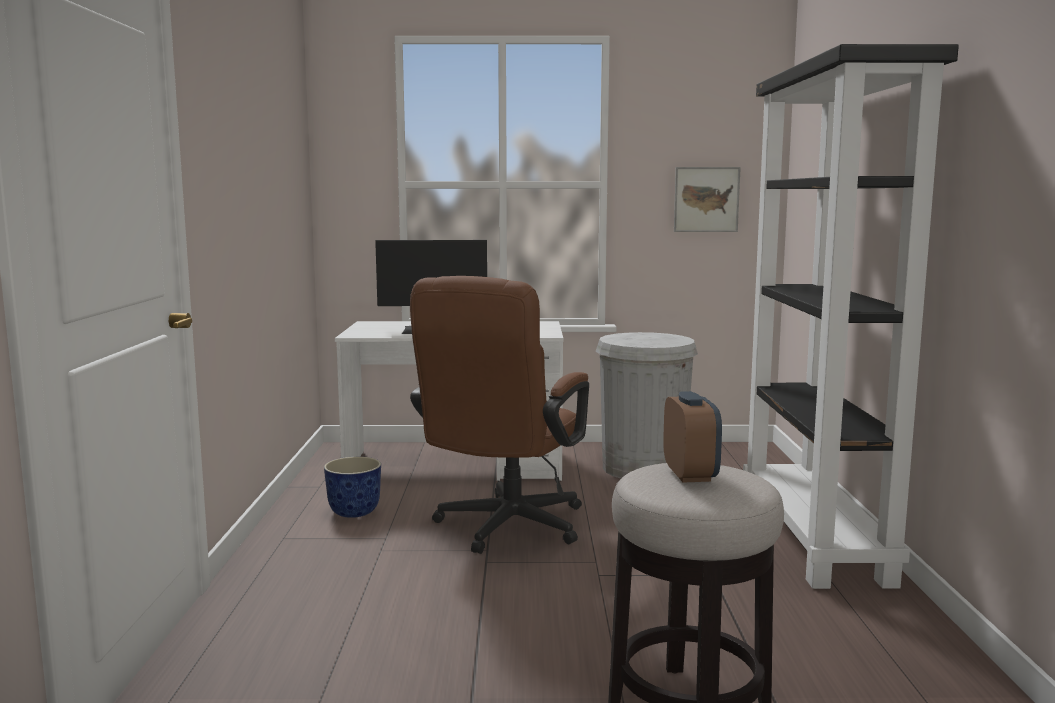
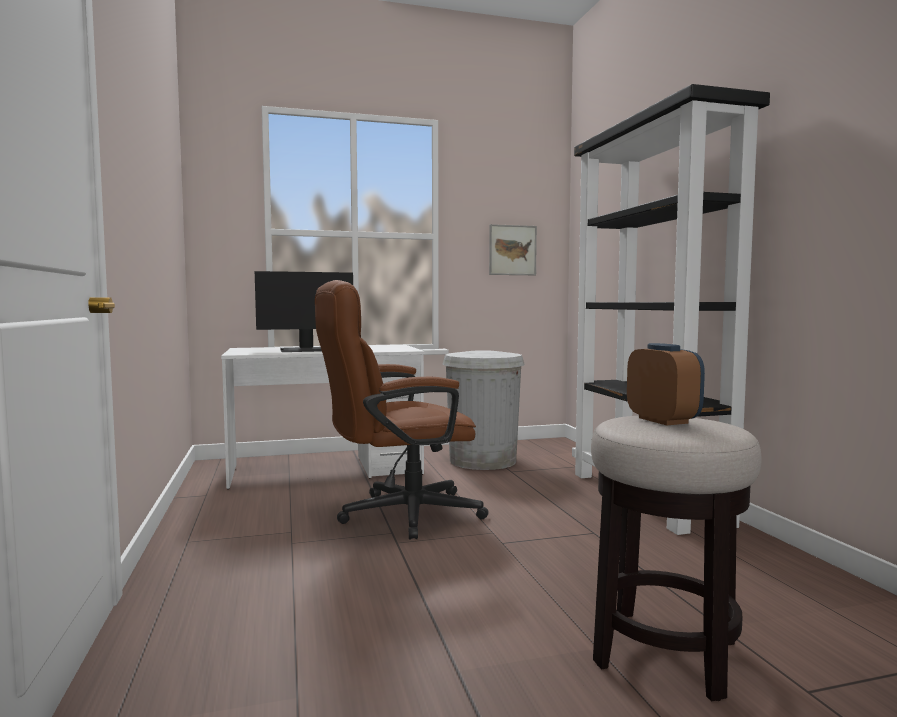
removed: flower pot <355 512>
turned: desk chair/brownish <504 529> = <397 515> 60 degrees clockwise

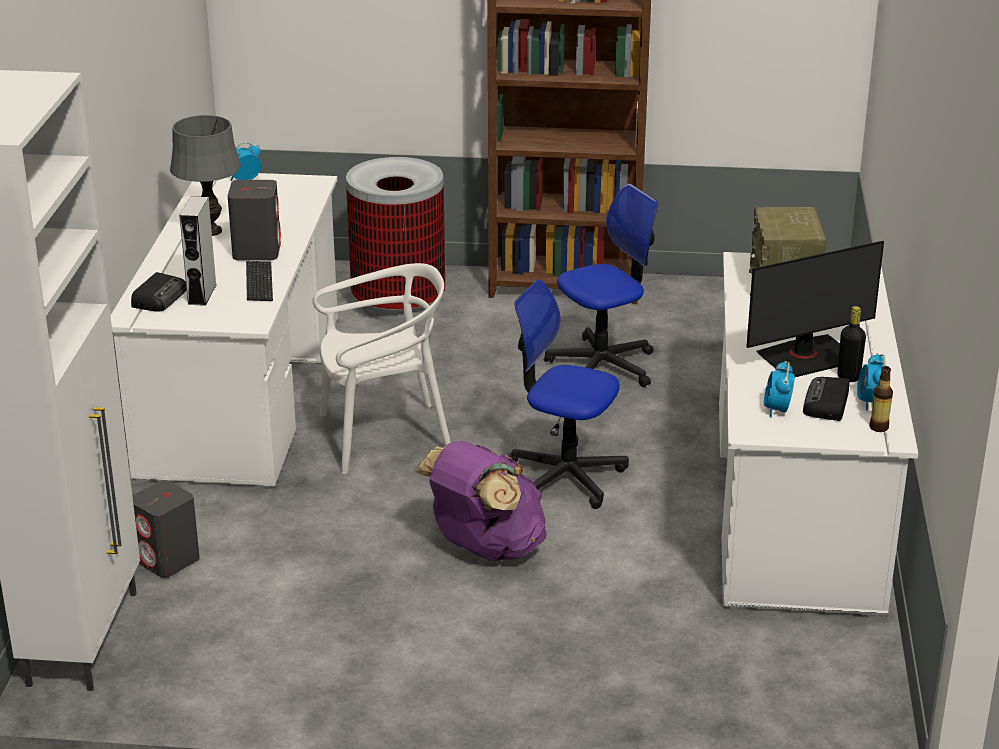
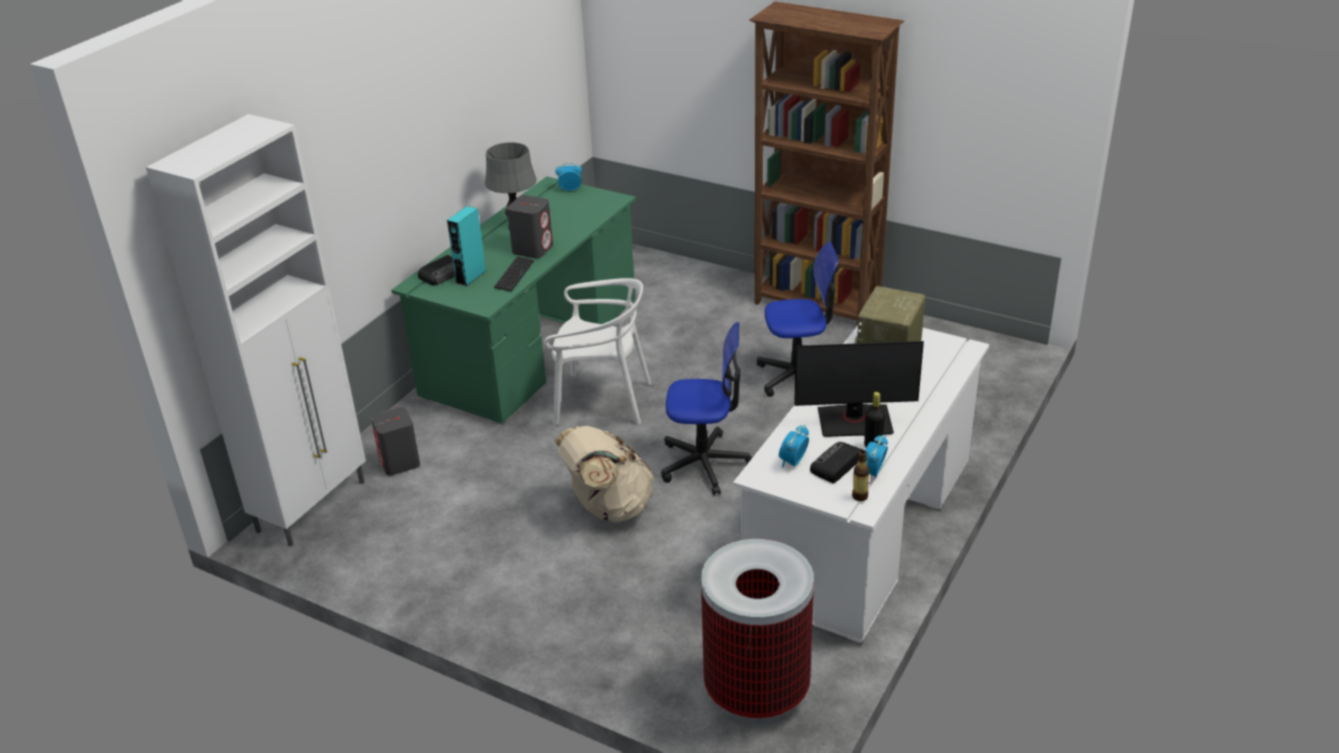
moved: trash can <398 304> to <756 692>
recoloured: desk table/white <241 394> to desk table/greenish <531 347>; loudspeaker/gray <202 294> to loudspeaker/turquoise <471 277>; knapsack/purplish <484 548> to knapsack/beige <608 507>
turned: desk chair <564 477> = <705 463> 135 degrees clockwise

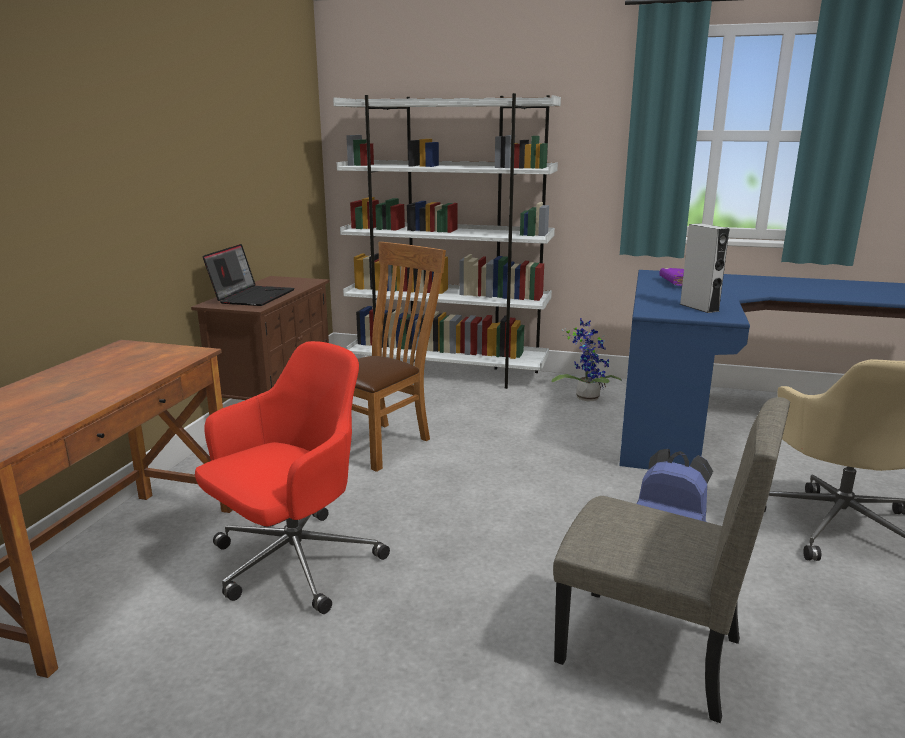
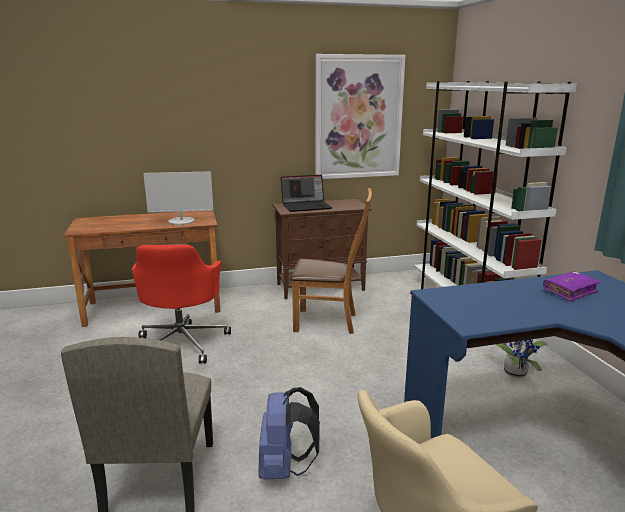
removed: loudspeaker/gray <699 307>
added: computer display <182 221>; wall art <358 117>
turned: desk chair/red <293 564> = <182 343> 75 degrees clockwise

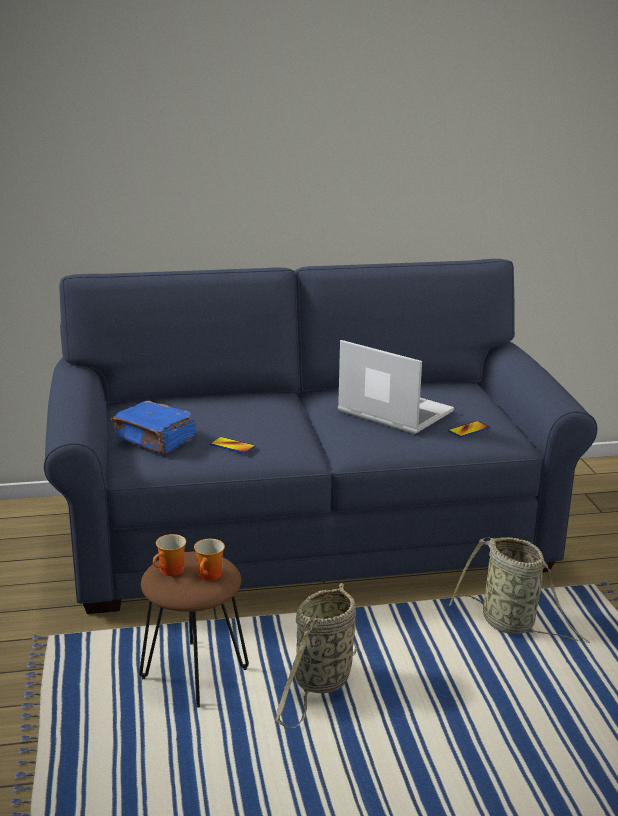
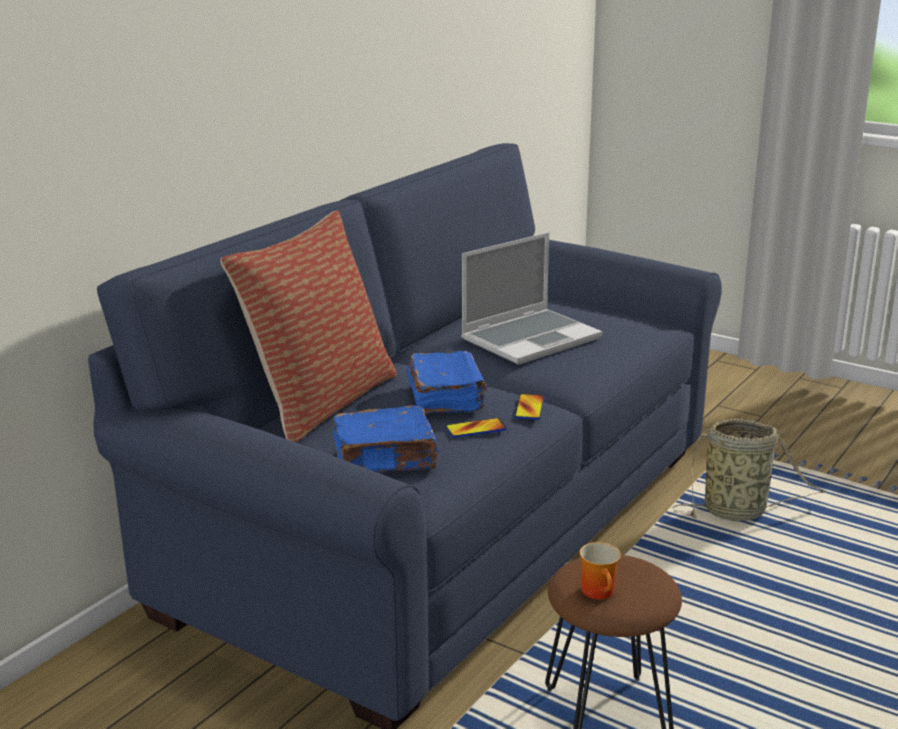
removed: tea mug <210 576>; basket <321 683>
added: throw pillow <320 402>; book/bluish <446 398>
moved: telephone <469 430> to <529 408>
turned: portable computer <393 412> = <531 338> 150 degrees clockwise

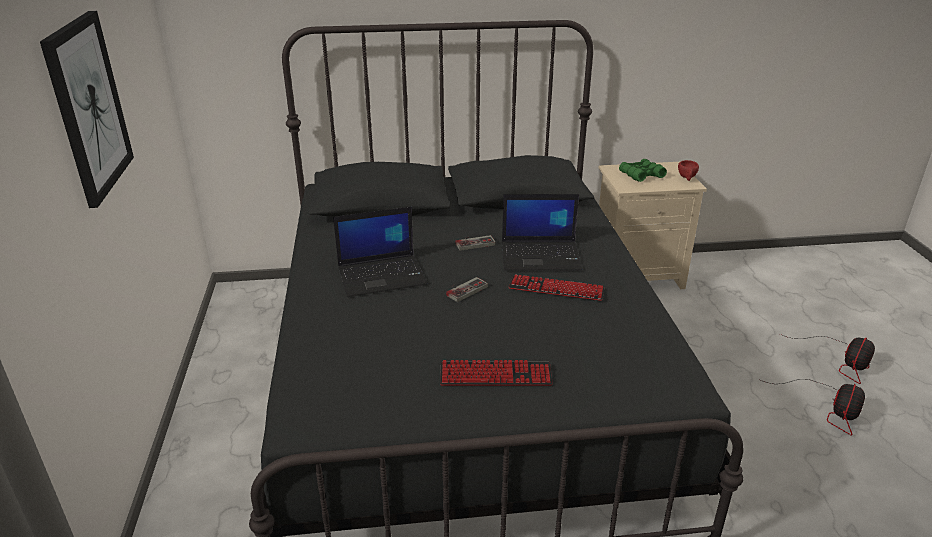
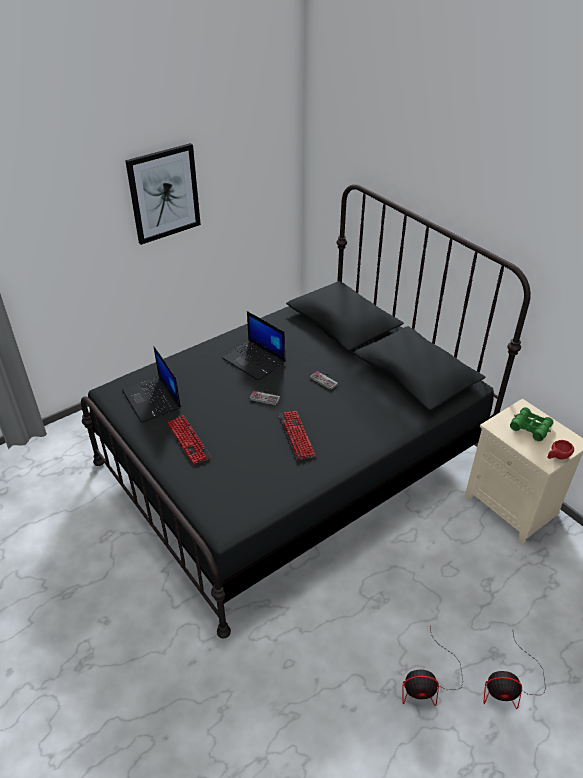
moved: portable computer <541 256> to <152 400>

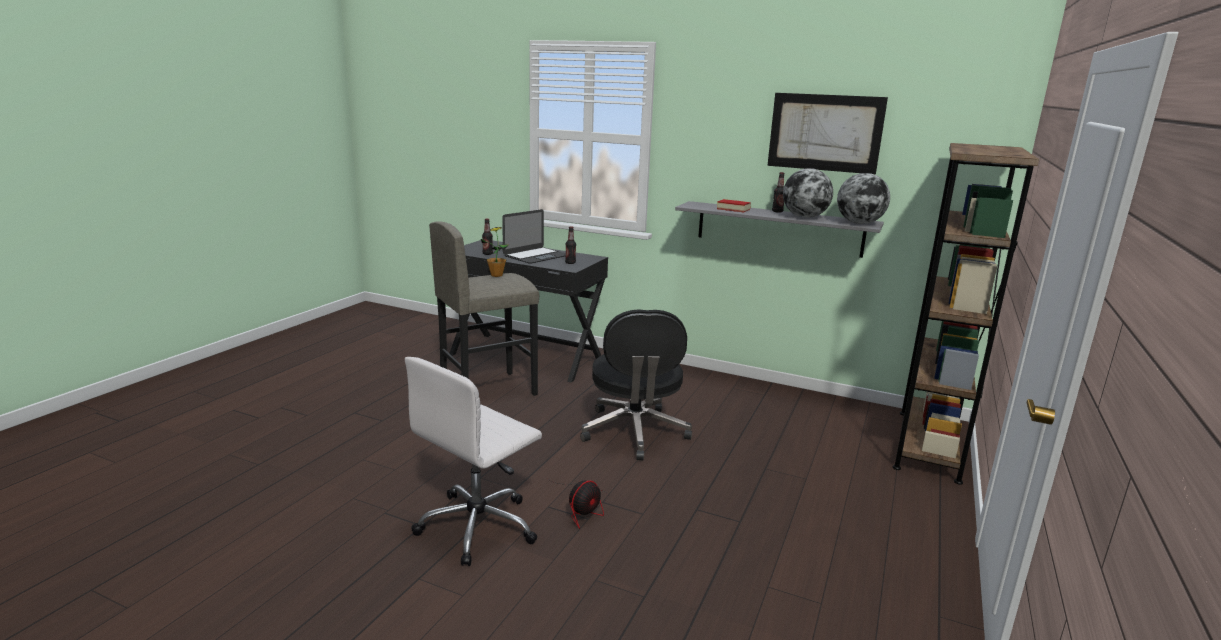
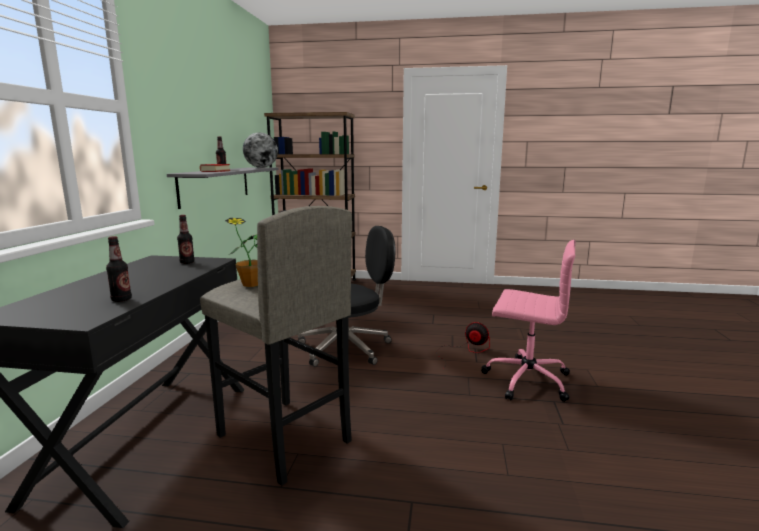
removed: portable computer <536 256>; wall art <825 132>; desk globe <804 217>
recoloured: desk chair/white <479 526> to desk chair/pink-coloured <525 379>

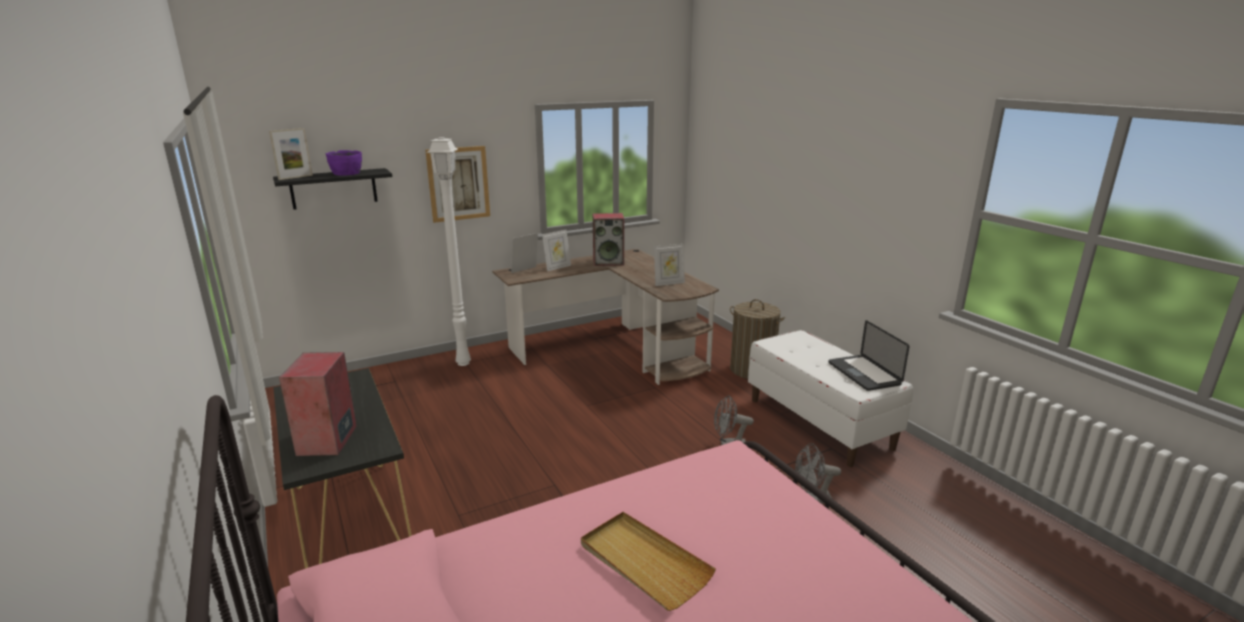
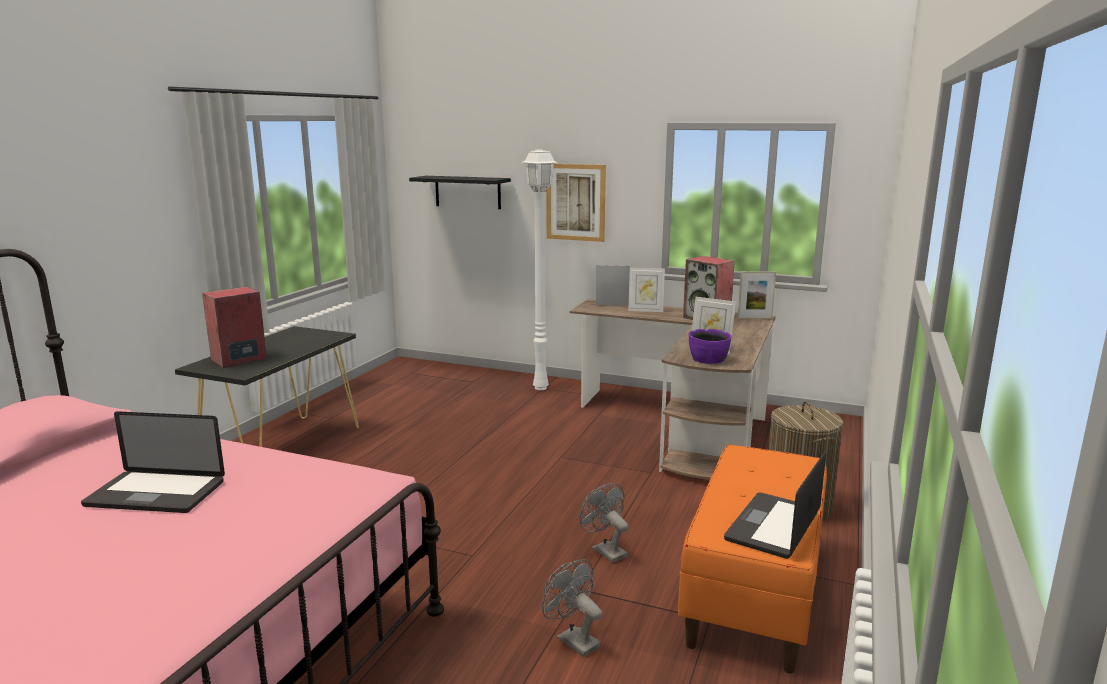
moved: deep dish/purplish <347 173> to <708 359>; photo frame <295 177> to <754 318>
replaced: tray/beige <643 562> to portable computer <156 494>
recoloured: bench/white <819 423> to bench/orange-coloured <755 592>

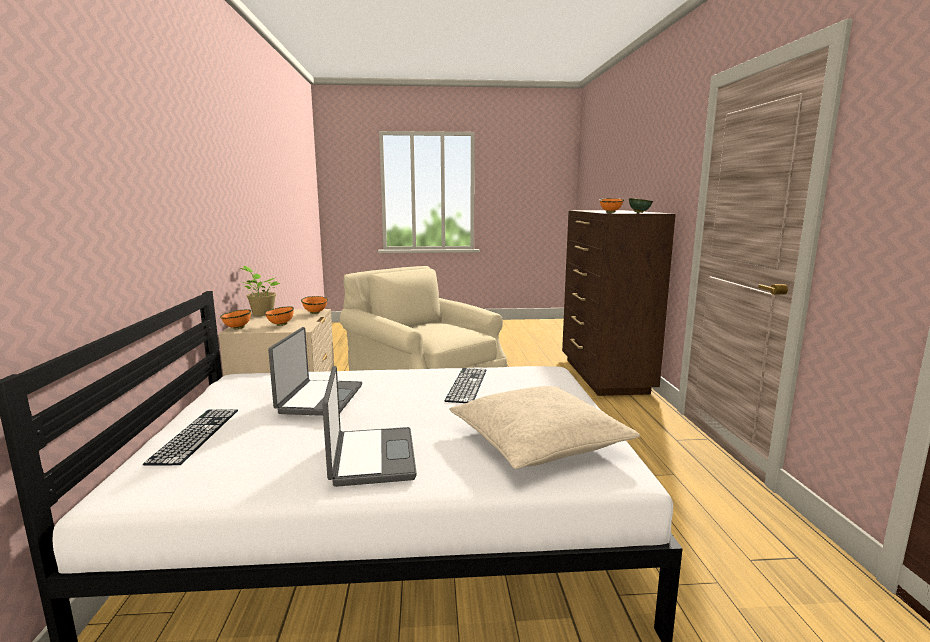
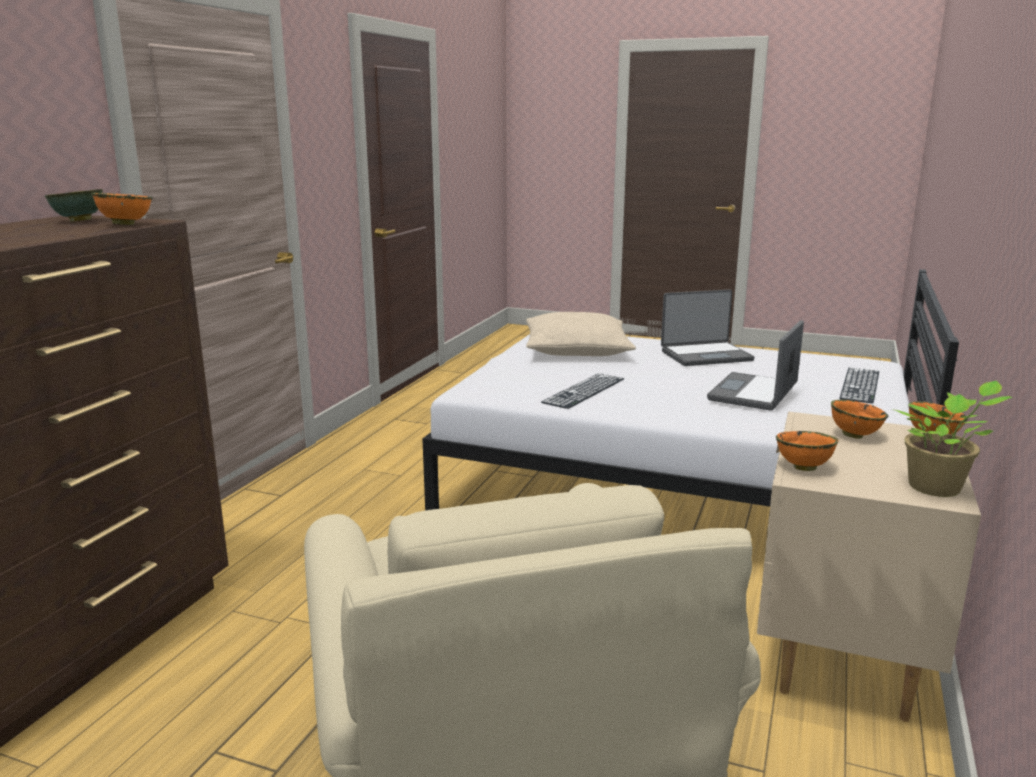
turned: portable computer <370 457> = <705 355> 120 degrees counterclockwise

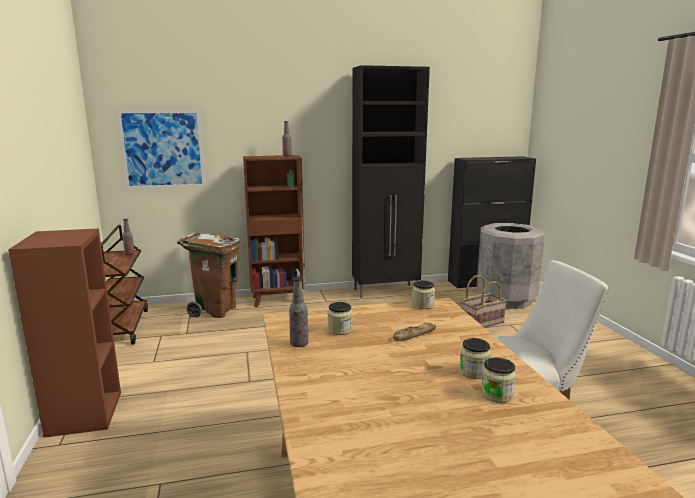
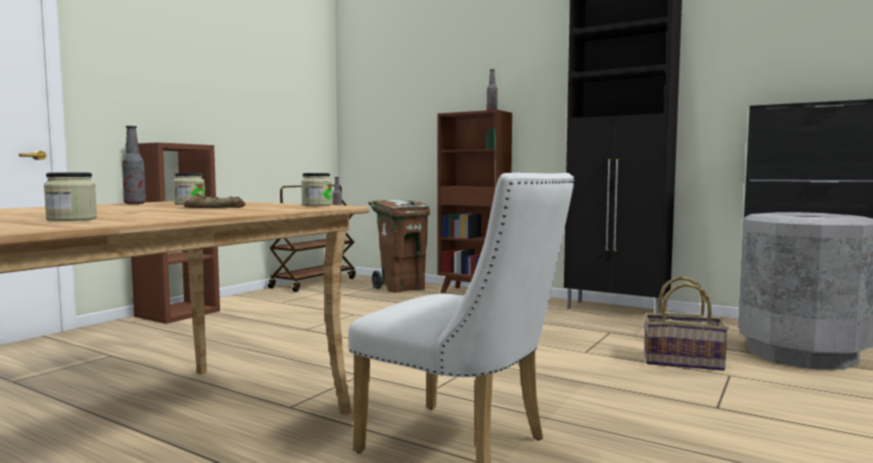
removed: wall art <163 149>; jar <474 372>

